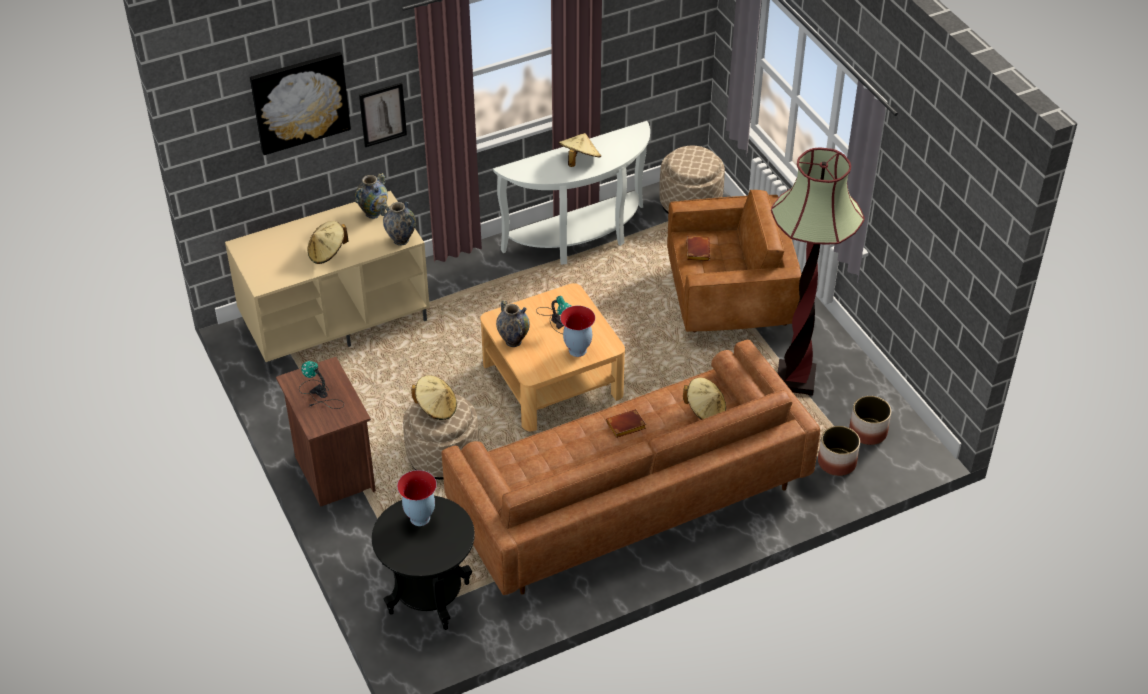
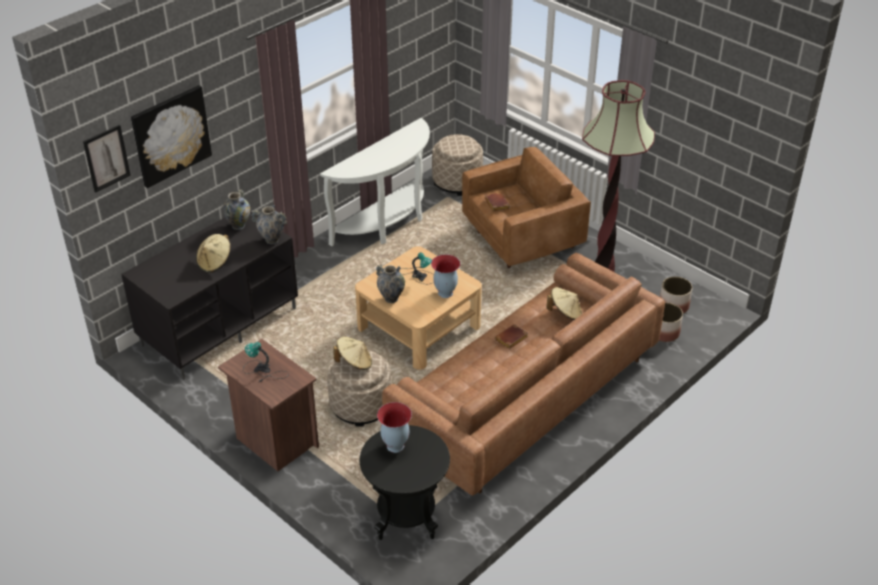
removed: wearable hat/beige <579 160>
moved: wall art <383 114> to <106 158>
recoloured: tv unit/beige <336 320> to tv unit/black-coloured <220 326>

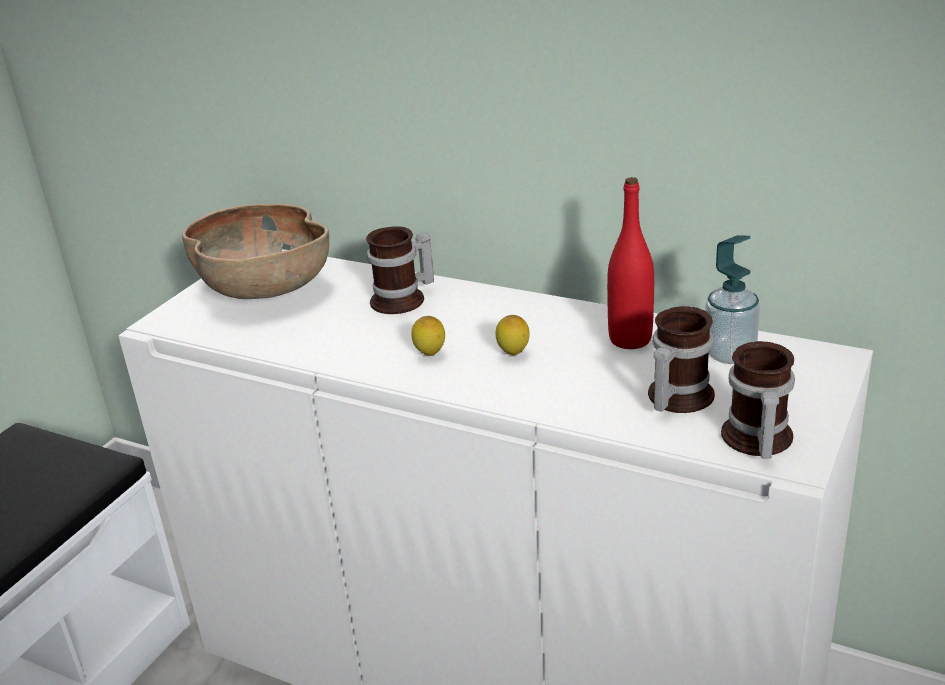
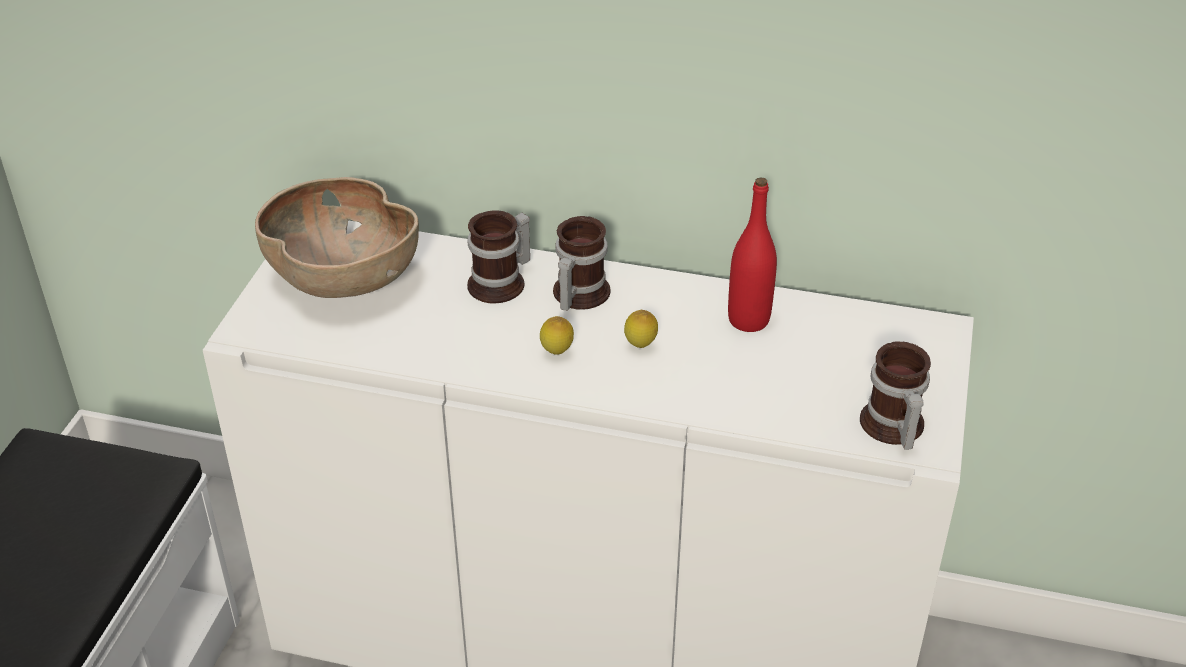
removed: soap bottle <729 354>
moved: tea mug <674 397> to <576 294>

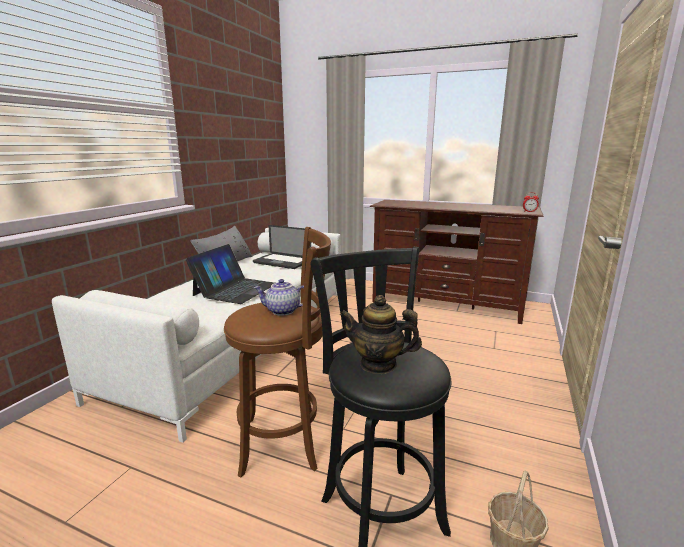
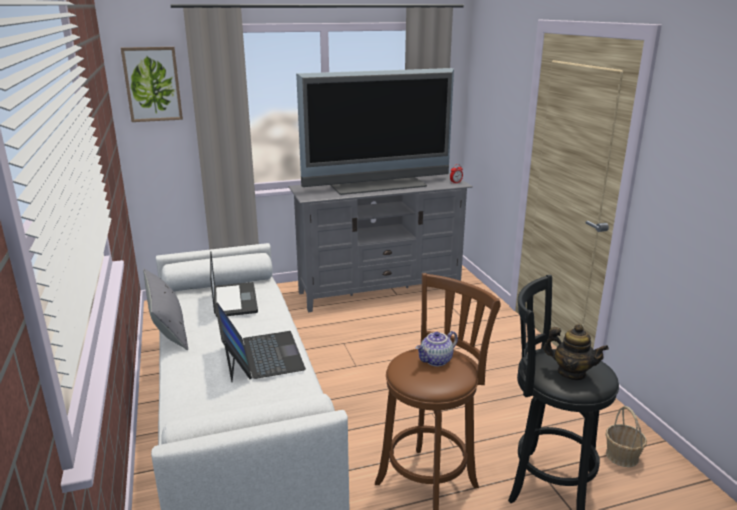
added: wall art <152 84>; television <378 185>
recoloured: tv unit/brownish <446 305> to tv unit/gray <380 291>
turned: portable computer <282 262> = <235 300> 90 degrees counterclockwise; teapot <378 364> = <571 373> 120 degrees counterclockwise

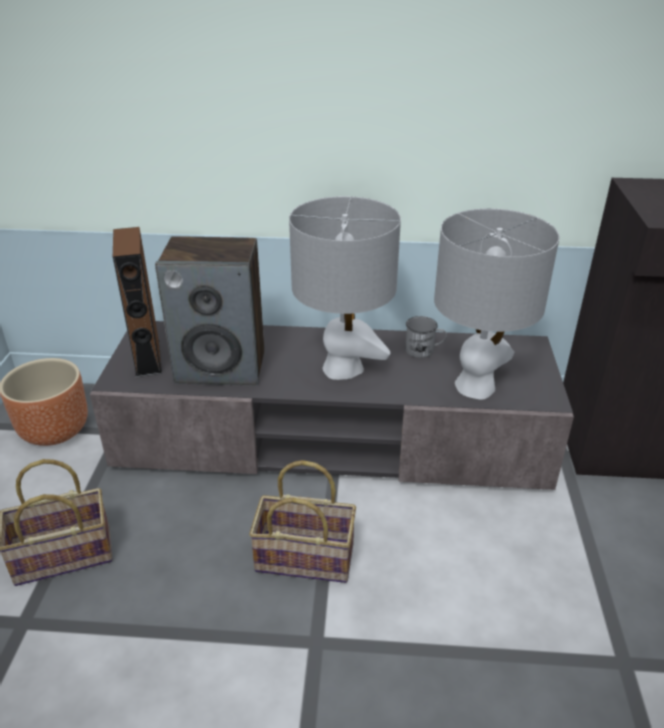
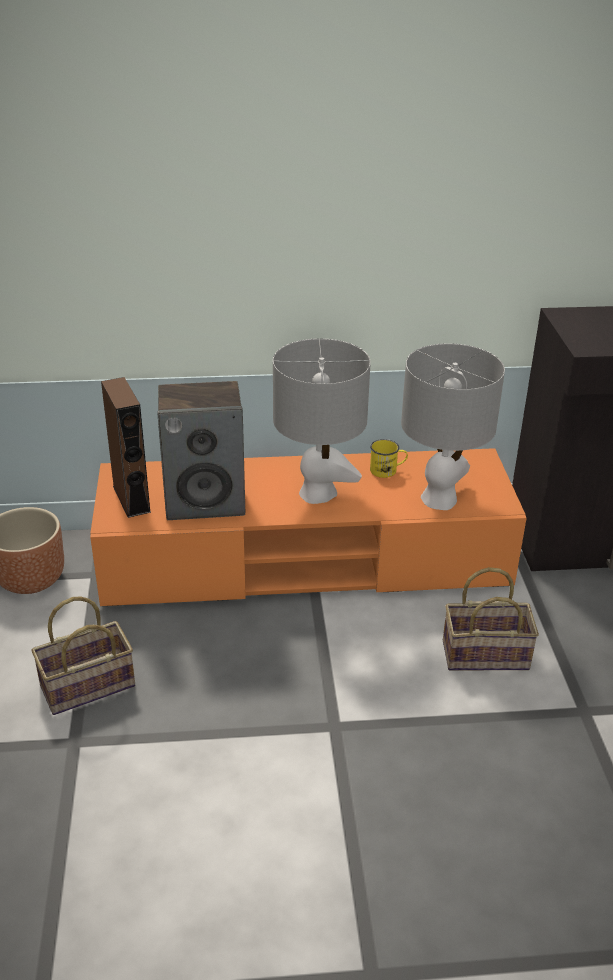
moved: basket <307 556> to <487 654>
recoloured: tv unit/gray <332 438> to tv unit/orange-coloured <305 561>; tea mug/gray <424 350> to tea mug/yellow <387 470>

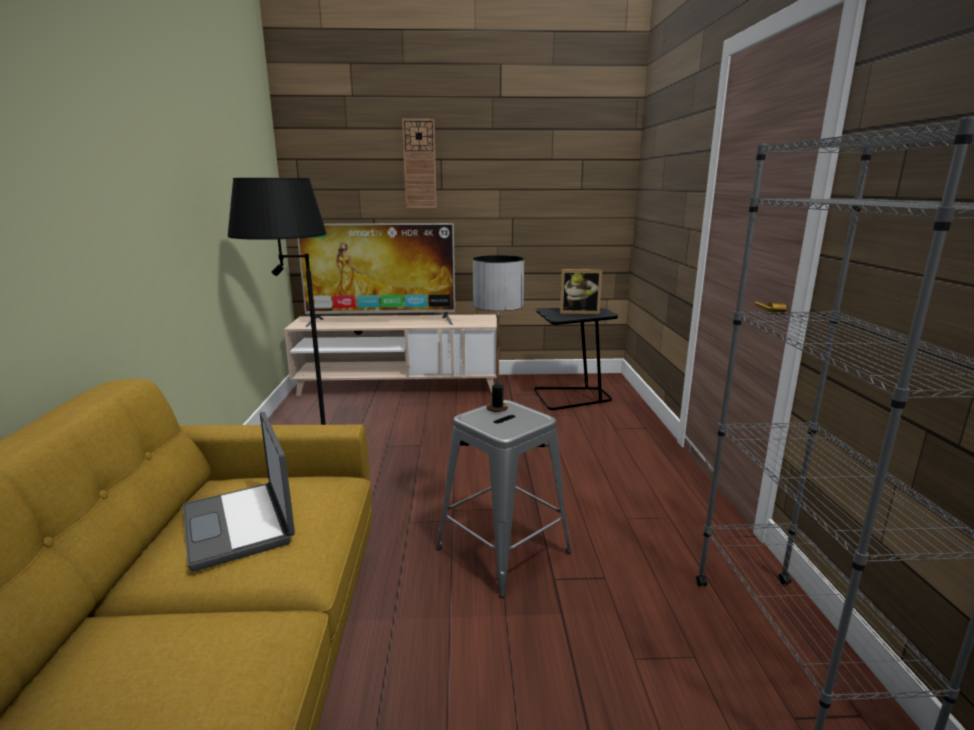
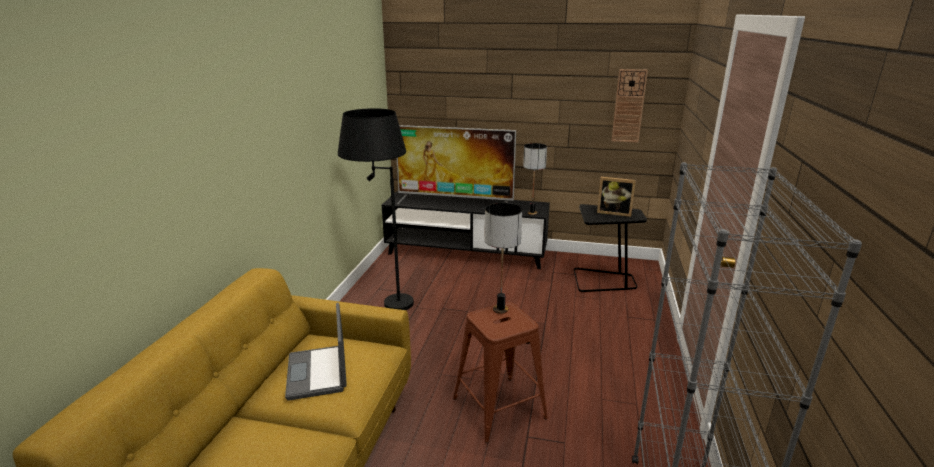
added: tabletop lamp <532 213>
moved: wall clock <419 164> to <629 106>
recoloured: tv unit/beige <398 386> to tv unit/black-coloured <466 253>; sitting stool/gray <503 551> to sitting stool/brownish <499 408>

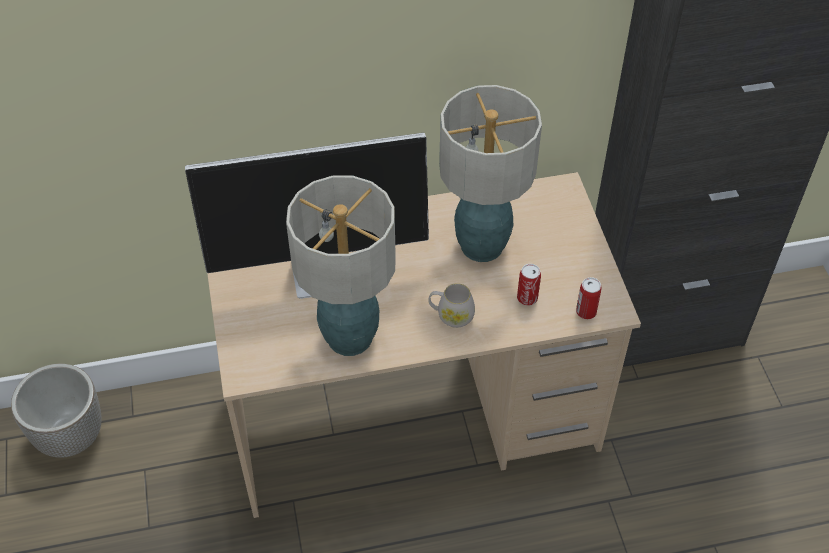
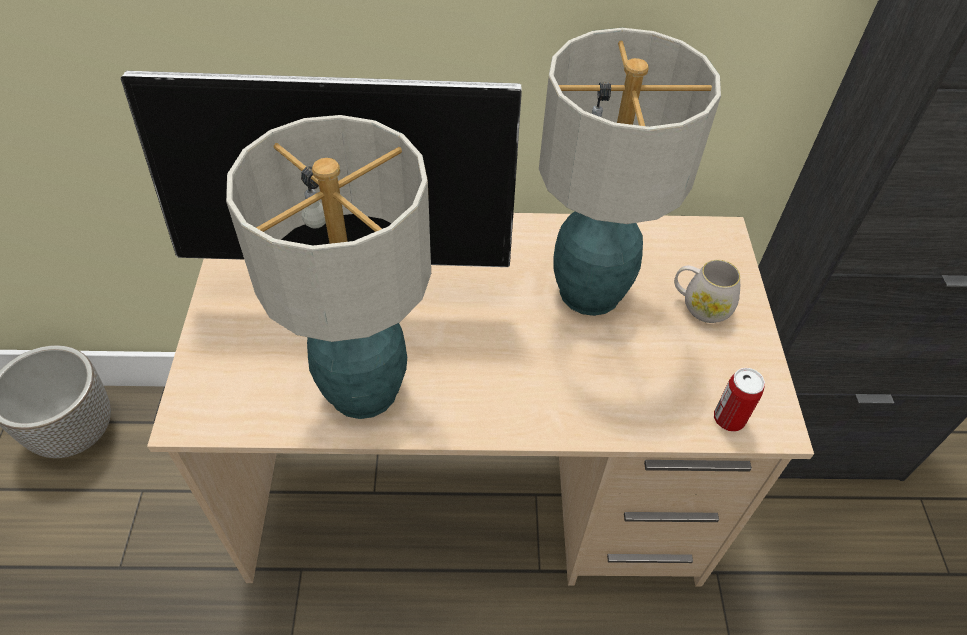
removed: sealed can <527 298>
moved: tea mug/white <451 315> to <700 305>

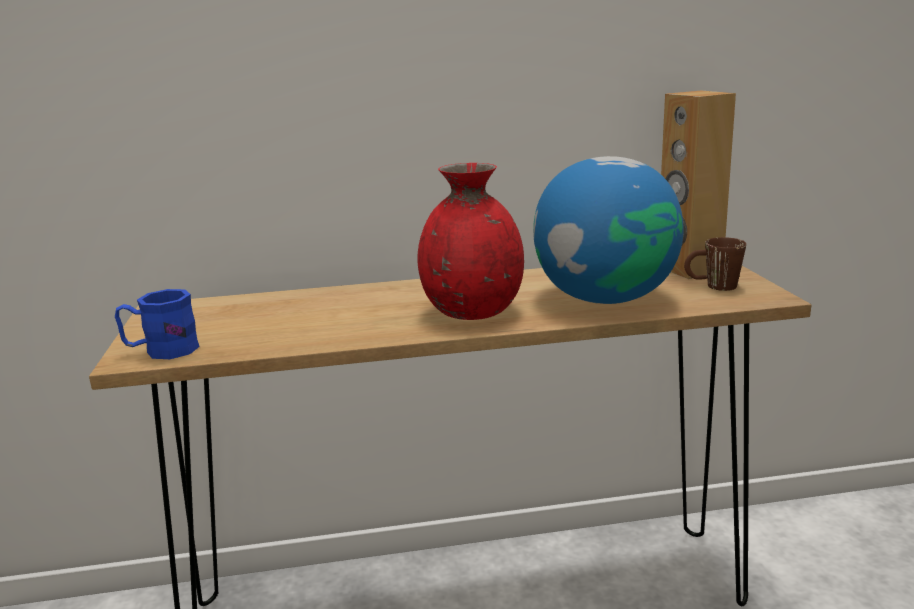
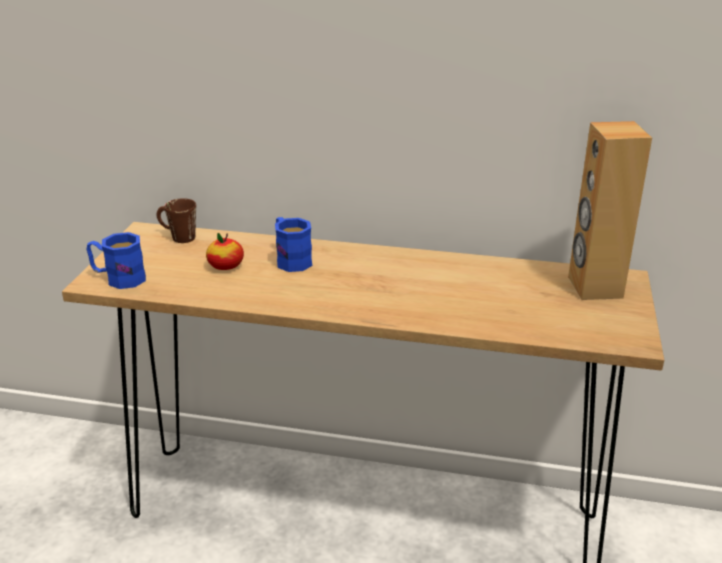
removed: vase/red <471 312>; desk globe <605 299>
added: whole apple <226 266>; tea mug/bluish <290 259>
moved: tea mug/brownish <712 286> to <177 237>

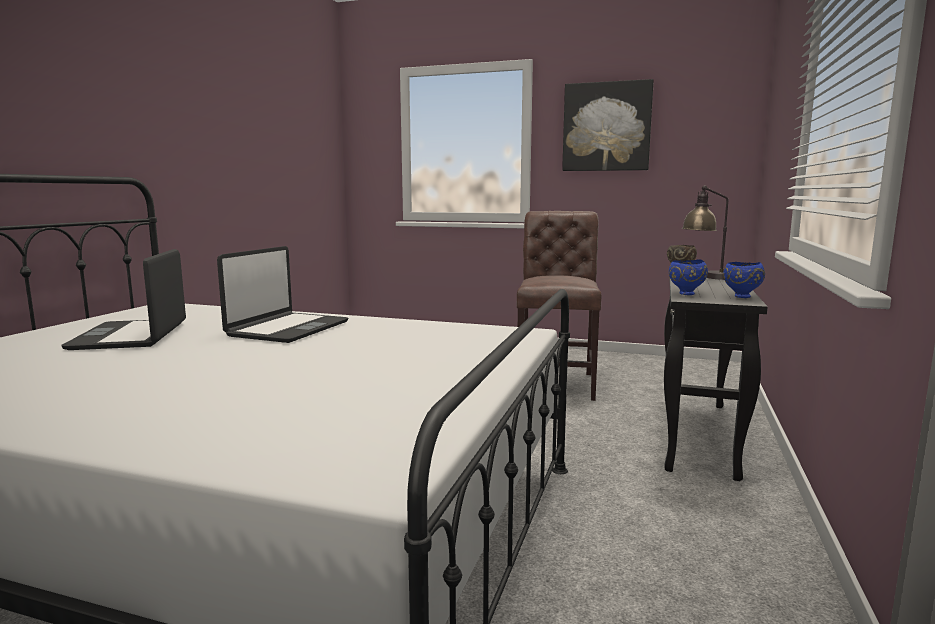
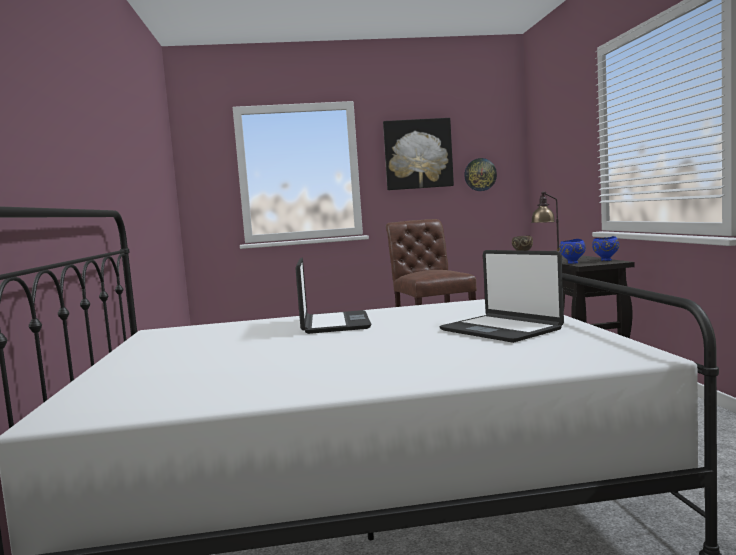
added: wall clock <480 174>
moved: portable computer <132 336> to <501 330>

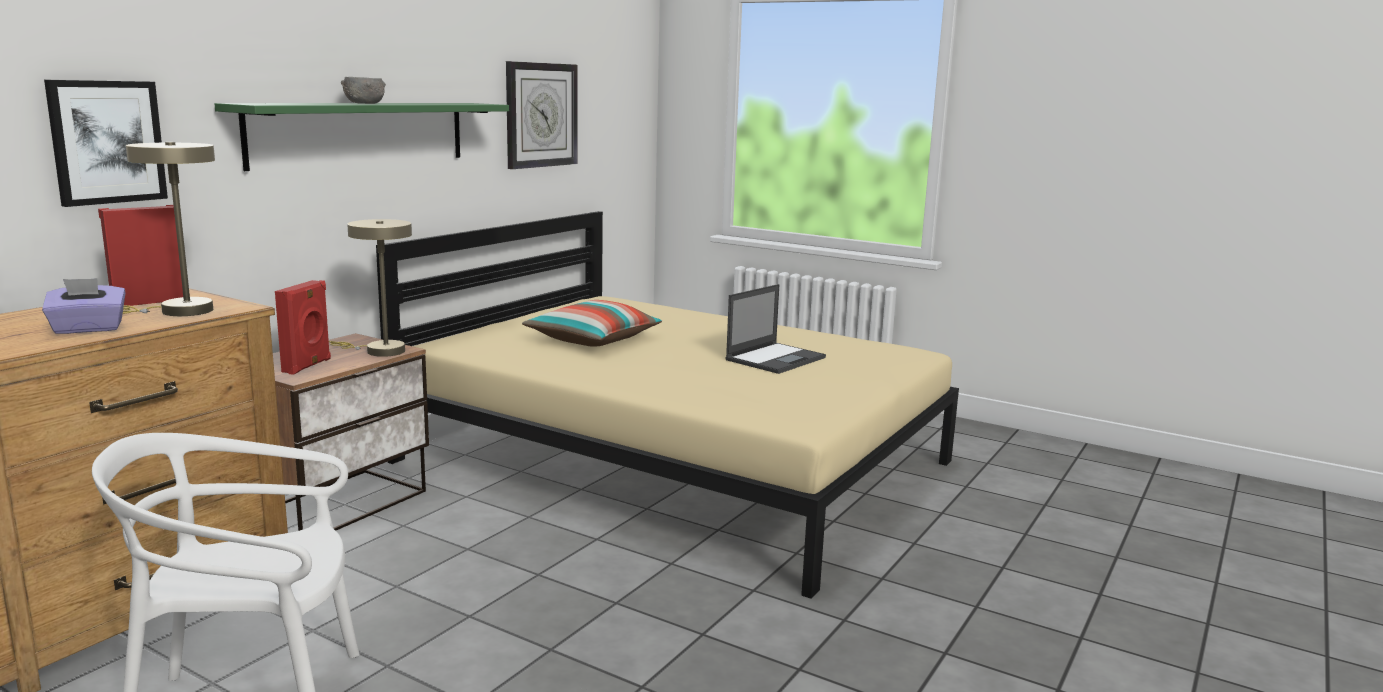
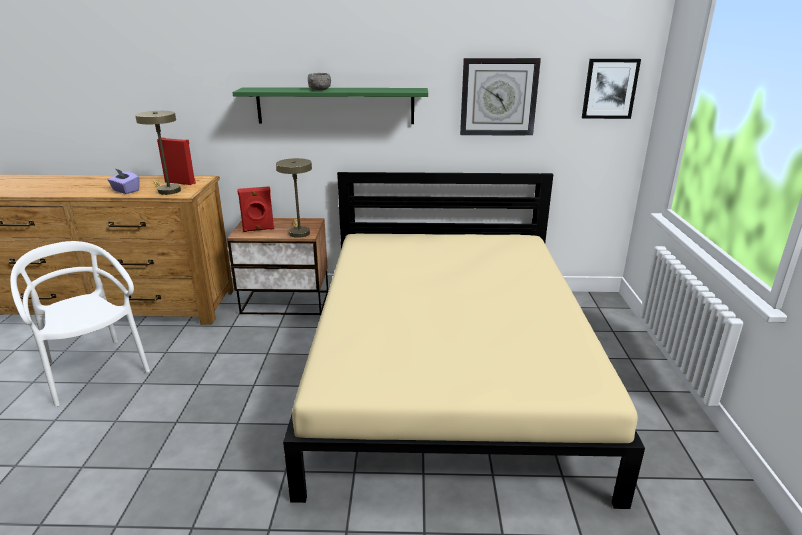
removed: throw pillow <593 340>; portable computer <776 358>
moved: wall art <107 142> to <609 88>

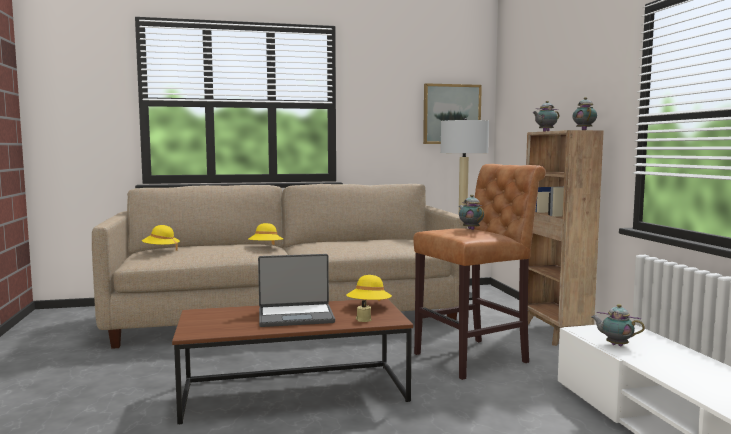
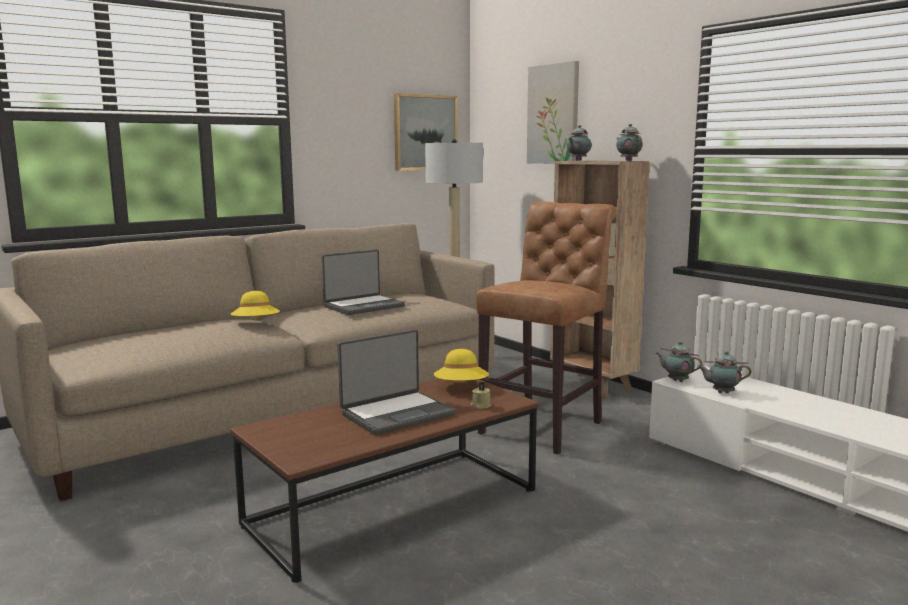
removed: wearable hat/yellow <161 250>
added: portable computer <363 306>; wall art <553 114>
moved: teapot <470 229> to <676 381>

